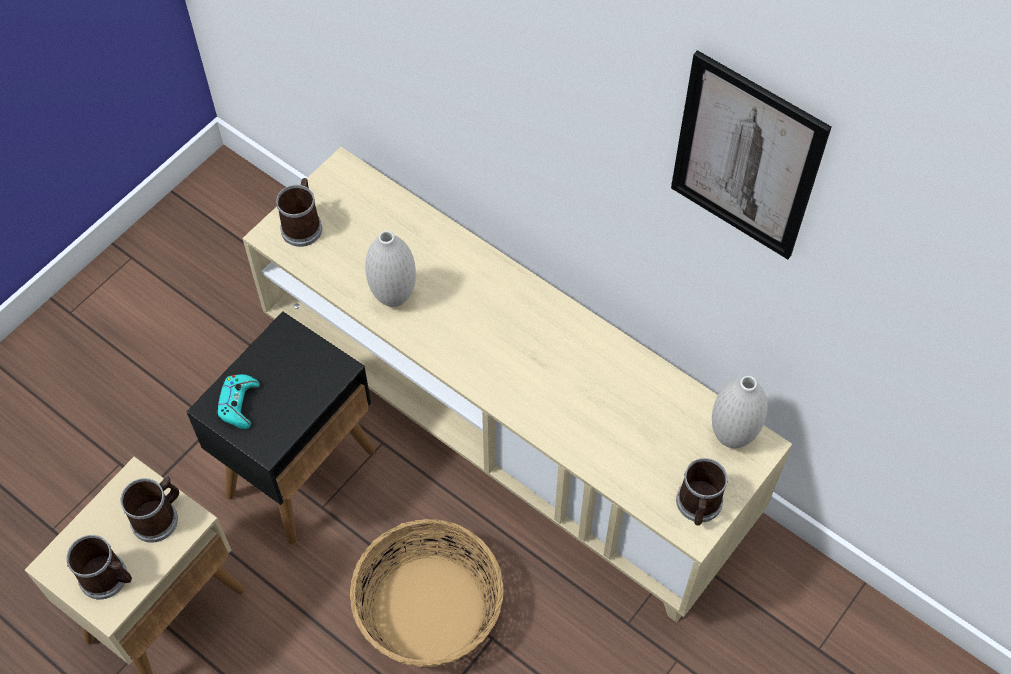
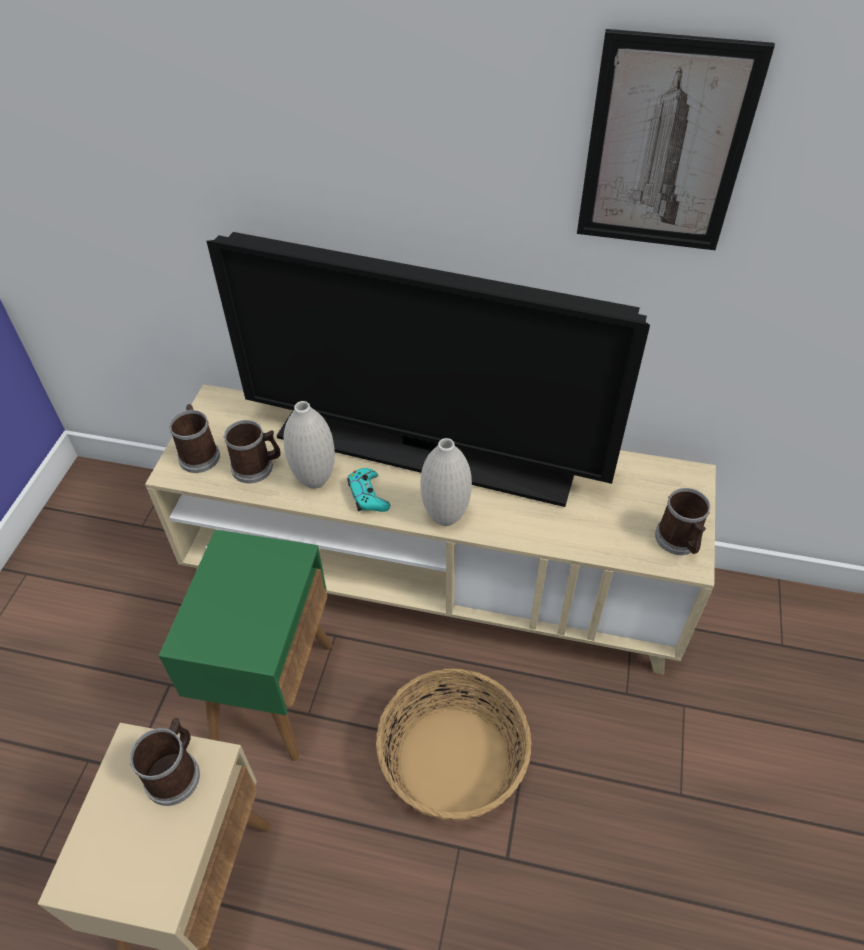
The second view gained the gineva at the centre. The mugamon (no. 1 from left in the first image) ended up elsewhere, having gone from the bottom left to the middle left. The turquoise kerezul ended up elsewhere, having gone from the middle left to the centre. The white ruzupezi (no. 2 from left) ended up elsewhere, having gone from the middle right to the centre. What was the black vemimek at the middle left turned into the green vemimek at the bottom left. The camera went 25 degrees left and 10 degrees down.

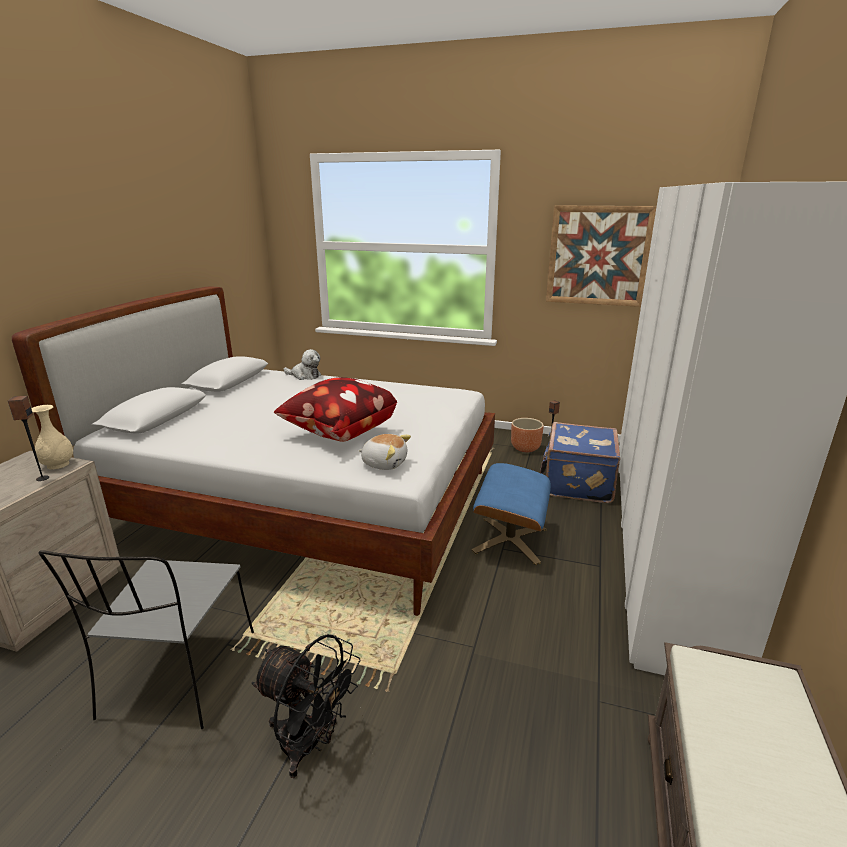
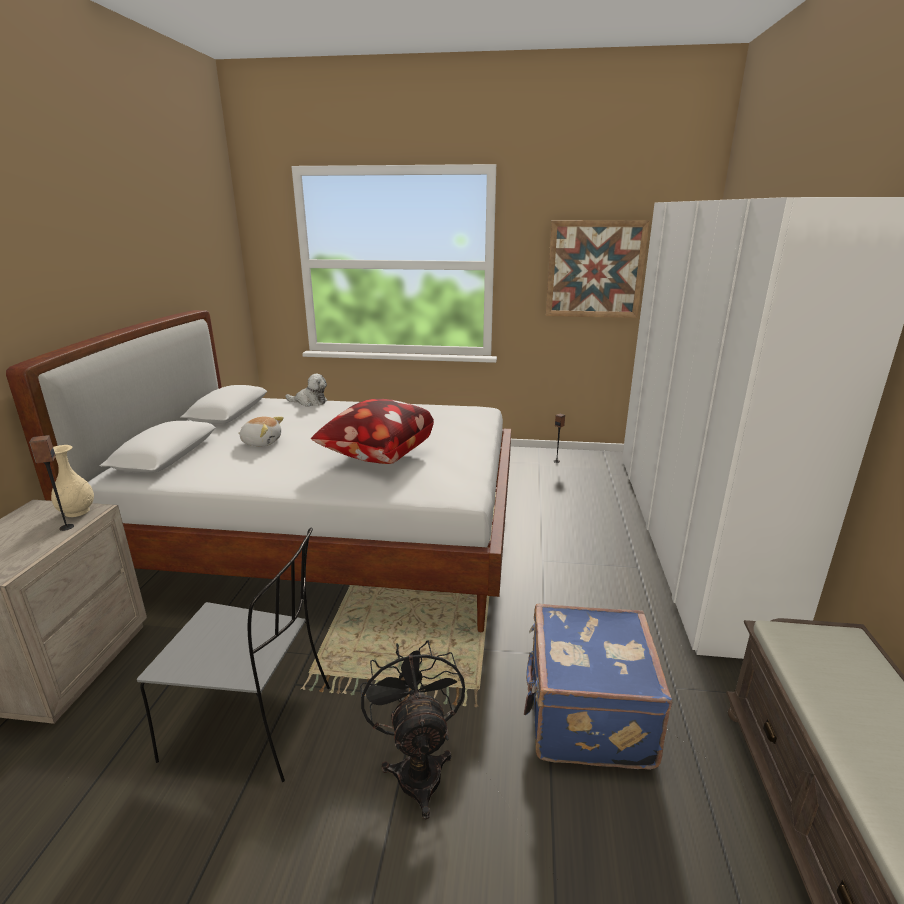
The second view lost the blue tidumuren at the centre. The second view lost the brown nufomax at the centre. The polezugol (no. 2 from left in the first image) ended up elsewhere, having gone from the centre to the middle left. The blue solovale ended up elsewhere, having gone from the middle right to the bottom centre. The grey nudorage at the bottom left ended up facing another way, 75 degrees counterclockwise from before. The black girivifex at the bottom centre ended up facing another way, 120 degrees counterclockwise from before. The camera went 10 degrees left and 0 degrees up.

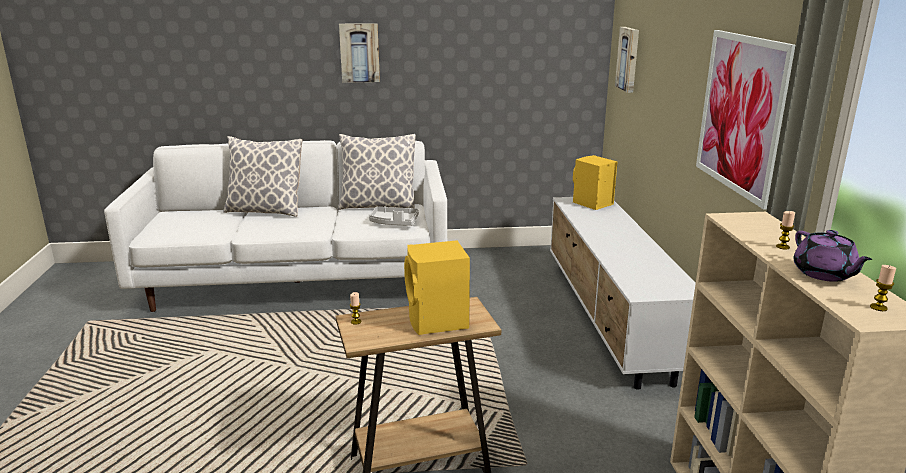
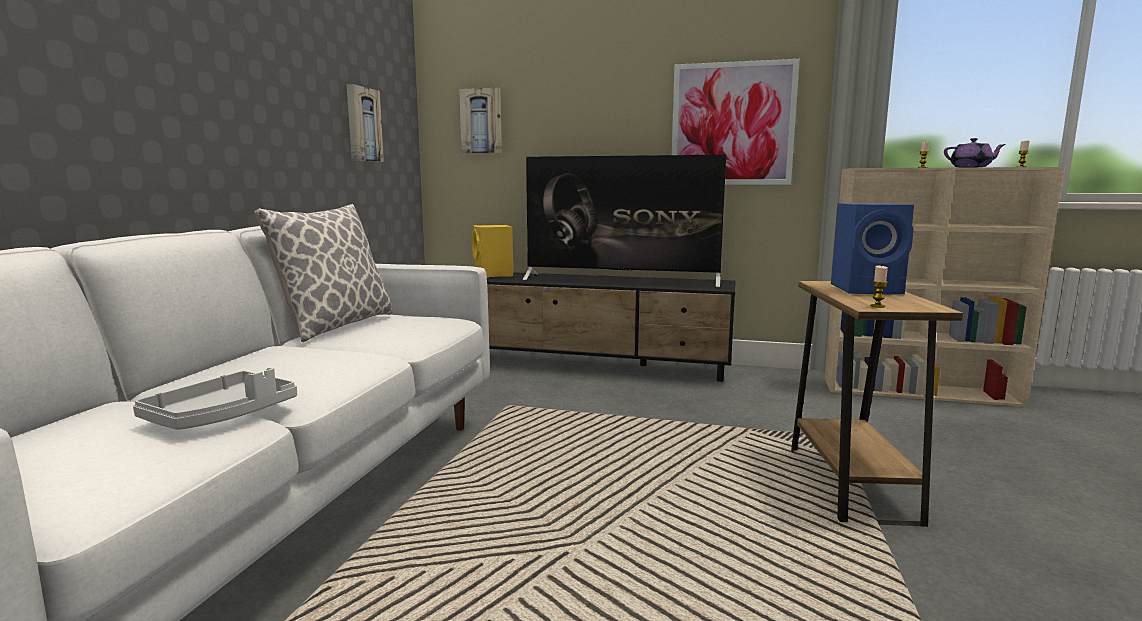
The second view lost the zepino (no. 1 from left) at the middle left. The second view gained the gineva at the centre. The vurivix (no. 1 from left) ended up elsewhere, having gone from the top centre to the top left. The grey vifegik ended up elsewhere, having gone from the centre to the middle left. What was the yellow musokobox (no. 1 from left) at the centre turned into the blue musokobox at the middle right. What was the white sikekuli at the middle right turned into the black sikekuli at the centre. The camera went 70 degrees left and 10 degrees down.

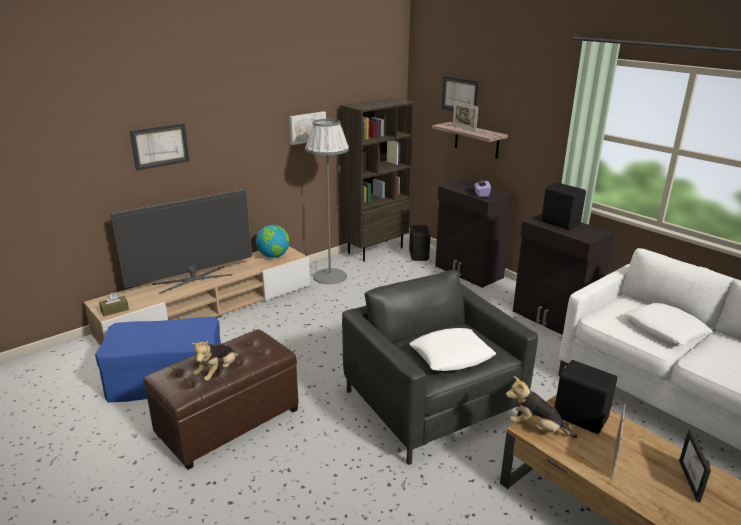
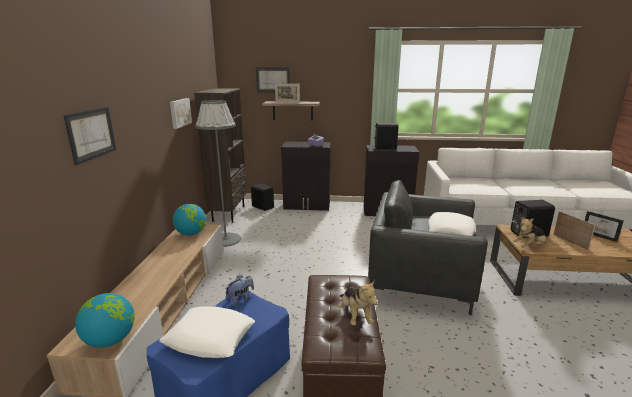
The second view lost the gineva at the middle left. The second view gained the polezugol (no. 1 from left) at the bottom centre. The white zepino (no. 2 from left in the first image) ended up elsewhere, having gone from the middle right to the bottom left. Where the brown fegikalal stood at the middle left, the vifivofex (no. 1 from left) came to stand at the bottom left. The camera went 45 degrees left and 5 degrees down.

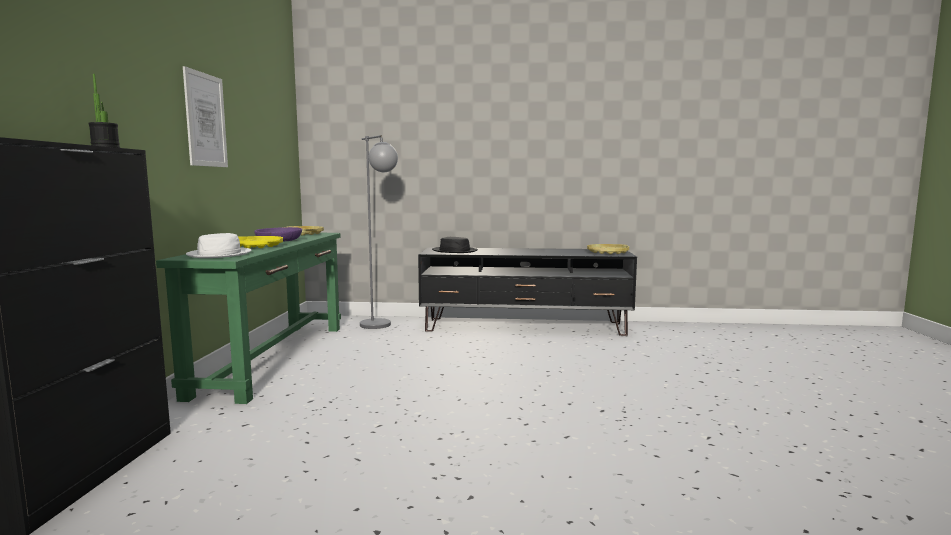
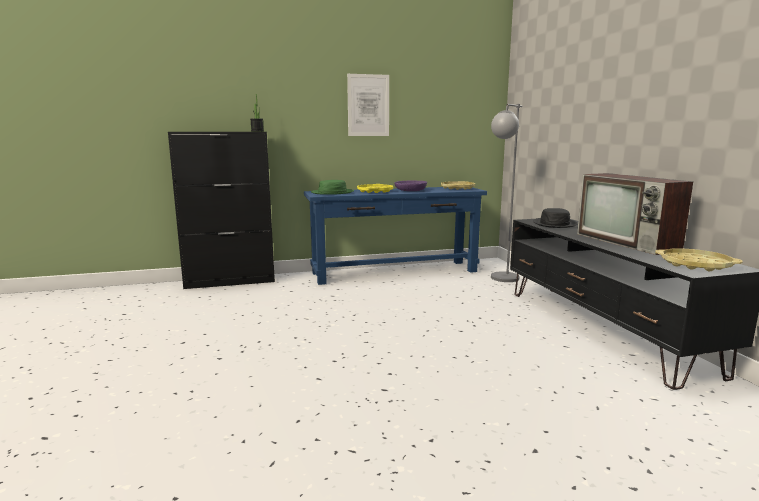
The second view gained the gineva at the middle right. What was the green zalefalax at the middle left turned into the blue zalefalax at the centre. What was the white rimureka at the middle left turned into the green rimureka at the centre. The camera went 70 degrees right and 5 degrees up.

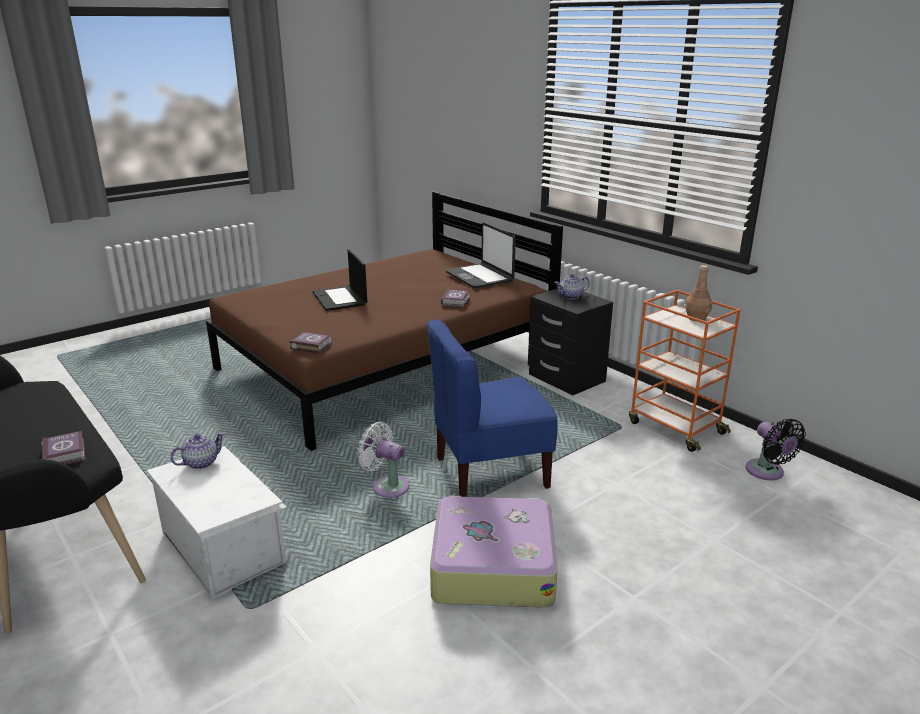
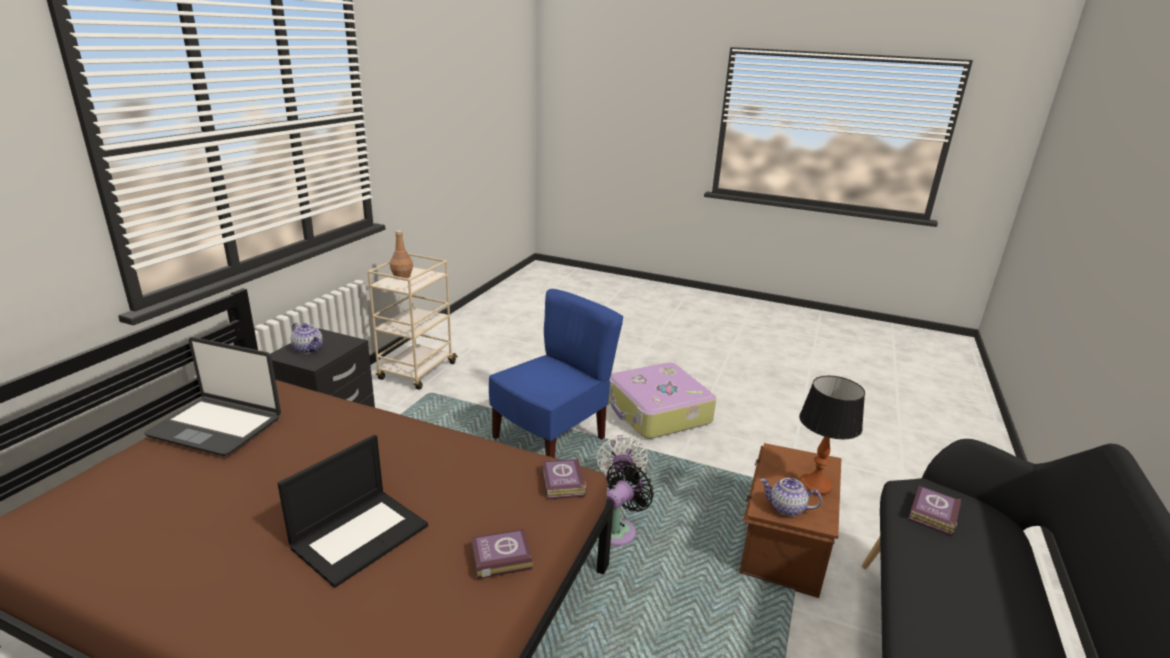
The second view gained the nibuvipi at the middle right. The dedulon (no. 3 from left in the first image) ended up elsewhere, having gone from the centre to the bottom centre. The black girivifex ended up elsewhere, having gone from the middle right to the bottom centre. What was the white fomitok at the bottom left turned into the brown fomitok at the bottom right. What was the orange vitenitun at the middle right turned into the beige vitenitun at the centre. The blue nudorage at the centre ended up facing another way, 90 degrees counterclockwise from before. The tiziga (no. 2 from left in the first image) at the centre ended up facing another way, 75 degrees clockwise from before. The camera went 120 degrees left and 0 degrees up.

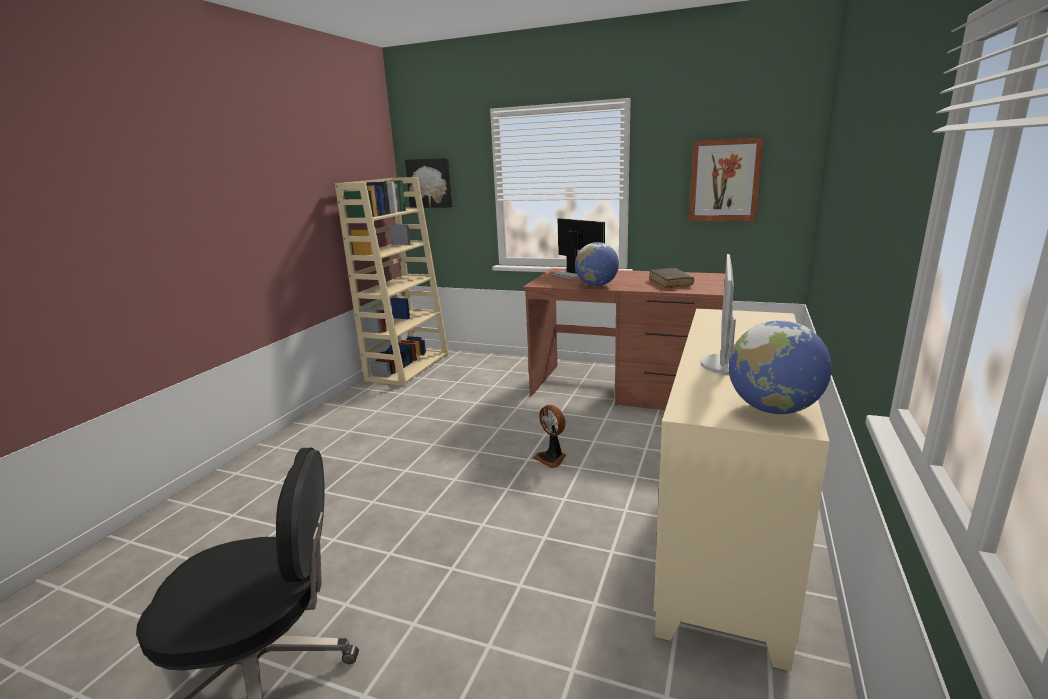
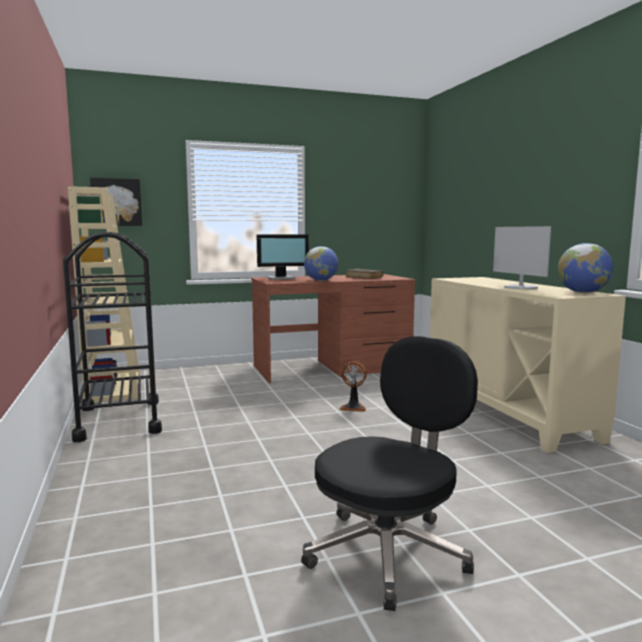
The second view lost the vurivix (no. 2 from left) at the top right. The second view gained the black vitenitun at the middle left. The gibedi (no. 1 from left) at the centre ended up facing another way, 150 degrees clockwise from before. The camera went 40 degrees left and 10 degrees down.

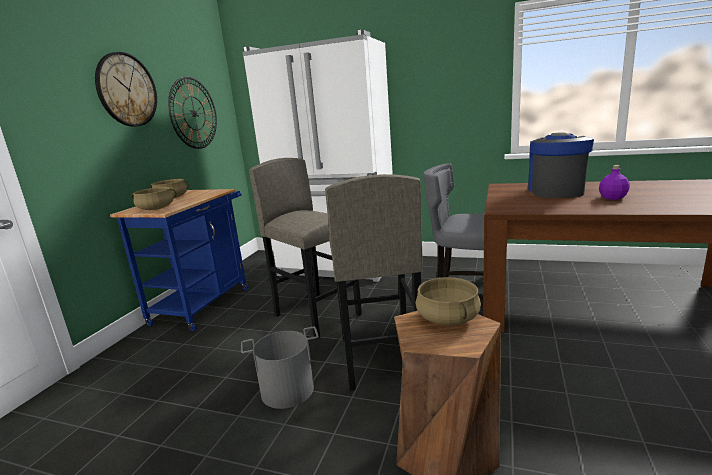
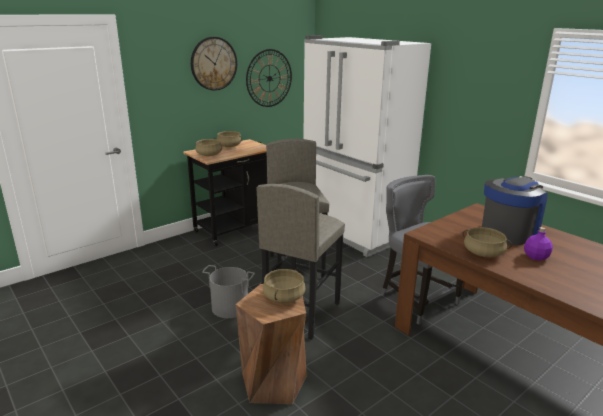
The second view gained the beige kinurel (no. 4 from left) at the middle right. What was the blue vitenitun at the middle left turned into the black vitenitun at the centre. The camera went 30 degrees right and 5 degrees up.

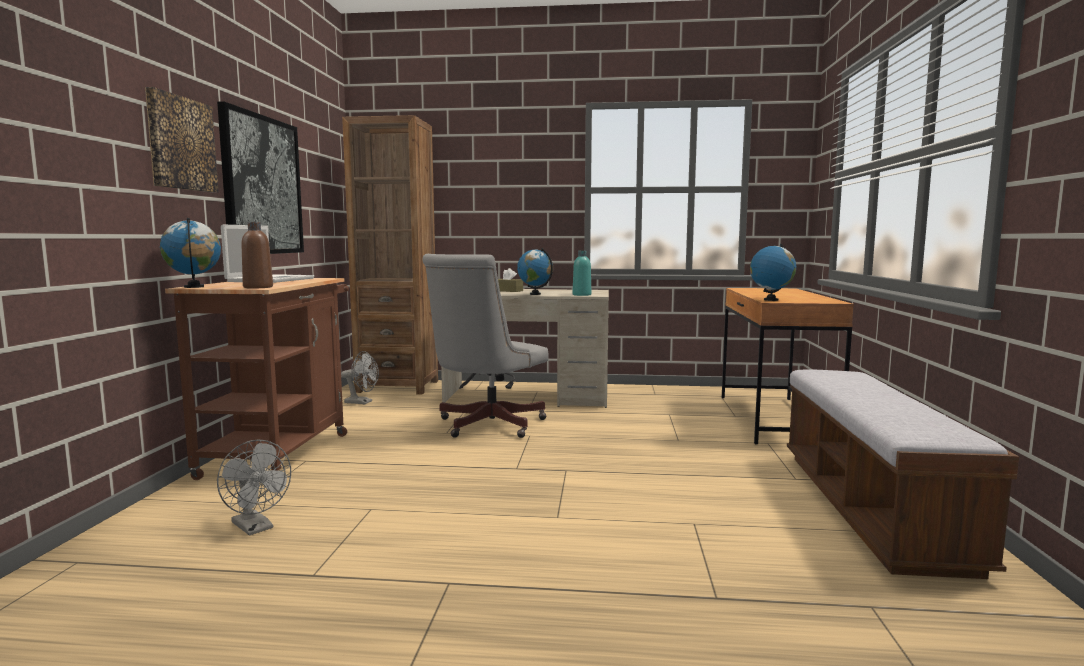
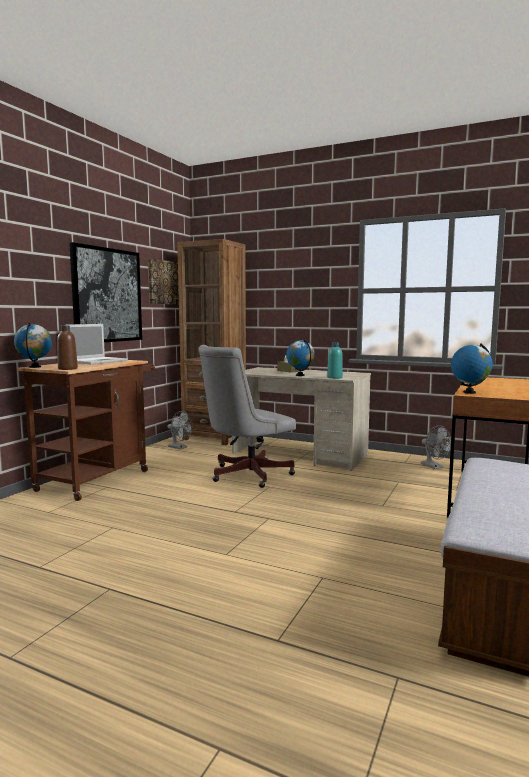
The vurivix (no. 1 from left in the first image) ended up elsewhere, having gone from the top left to the middle left. The grey girivifex (no. 1 from left in the first image) ended up elsewhere, having gone from the bottom left to the middle right. The camera went 20 degrees right and 0 degrees up.

